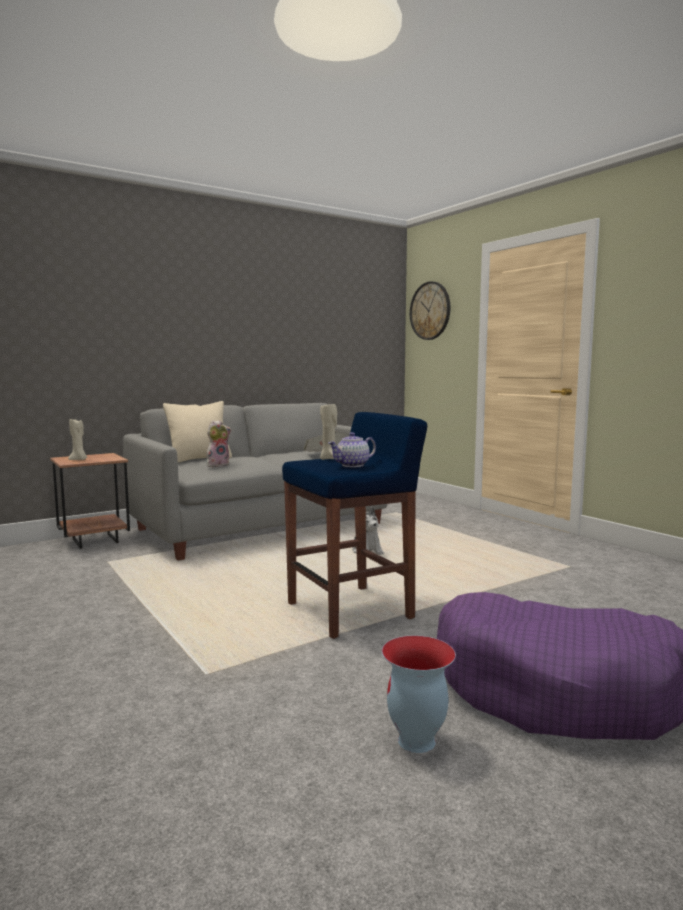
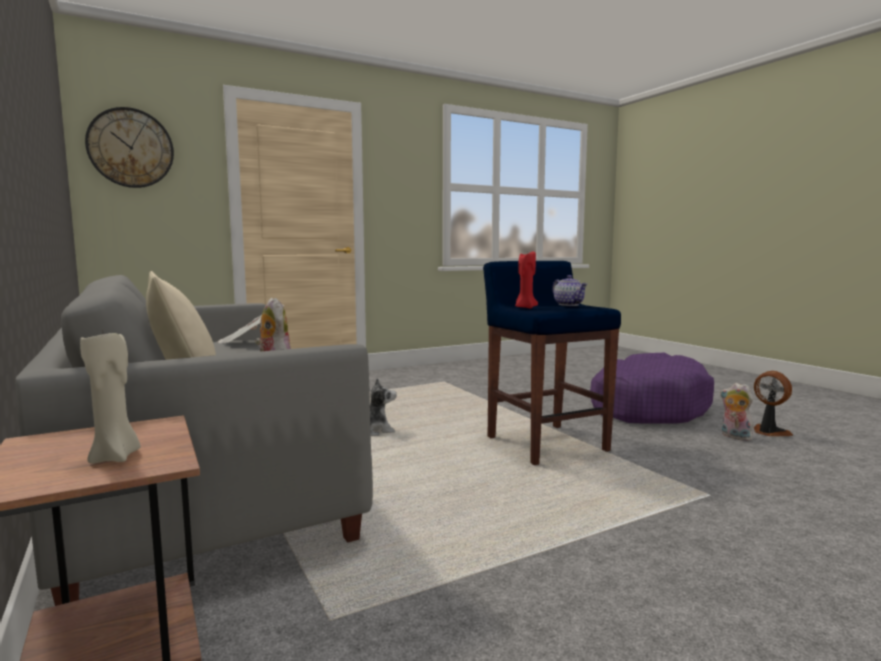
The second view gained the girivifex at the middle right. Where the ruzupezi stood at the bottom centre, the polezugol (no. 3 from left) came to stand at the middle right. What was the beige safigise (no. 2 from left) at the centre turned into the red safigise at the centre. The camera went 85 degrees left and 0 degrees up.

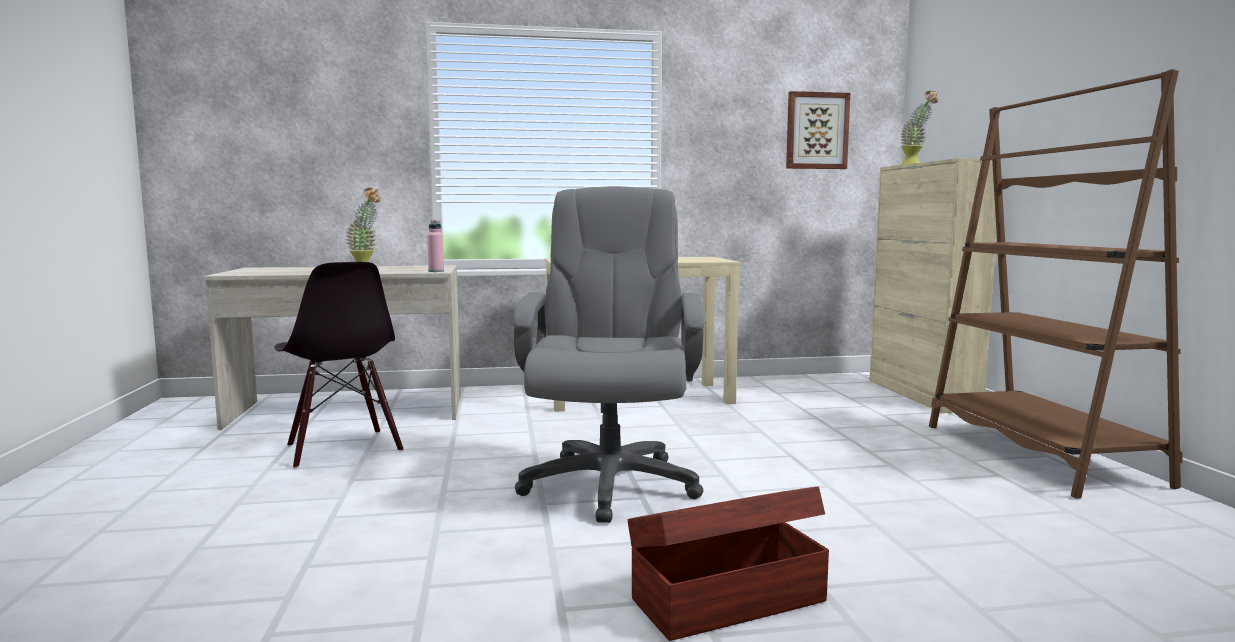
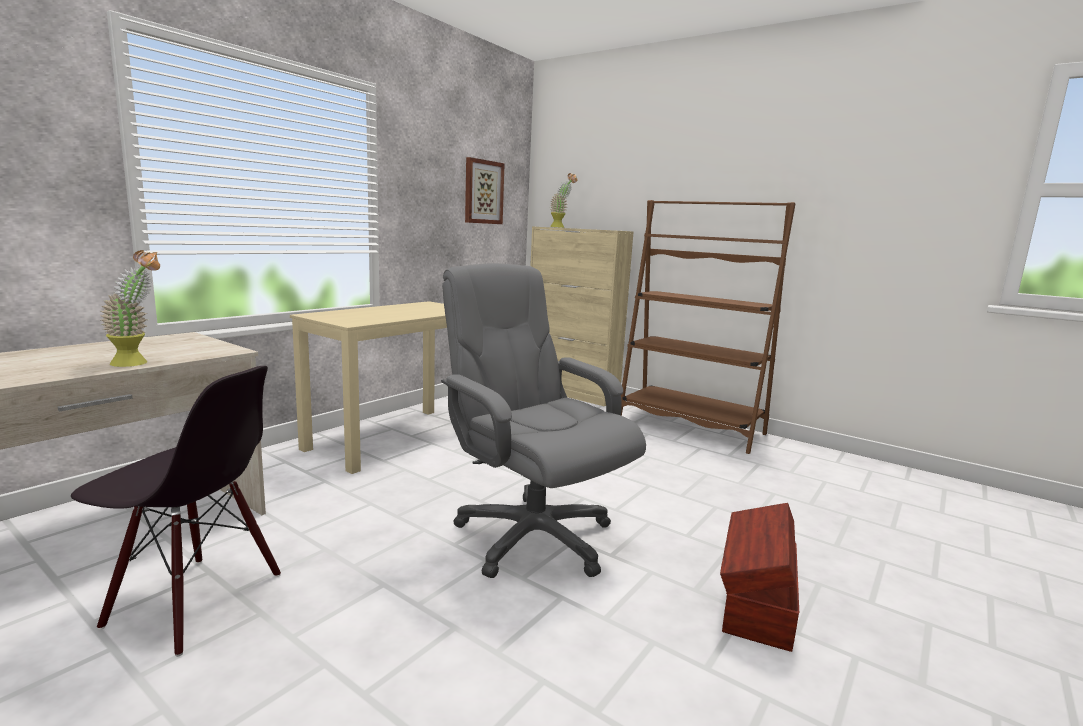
The second view lost the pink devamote at the centre. The camera went 45 degrees left and 5 degrees up.

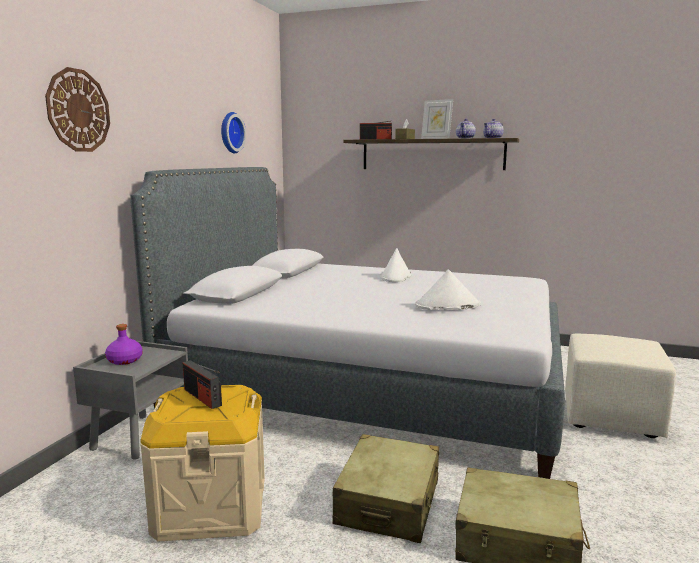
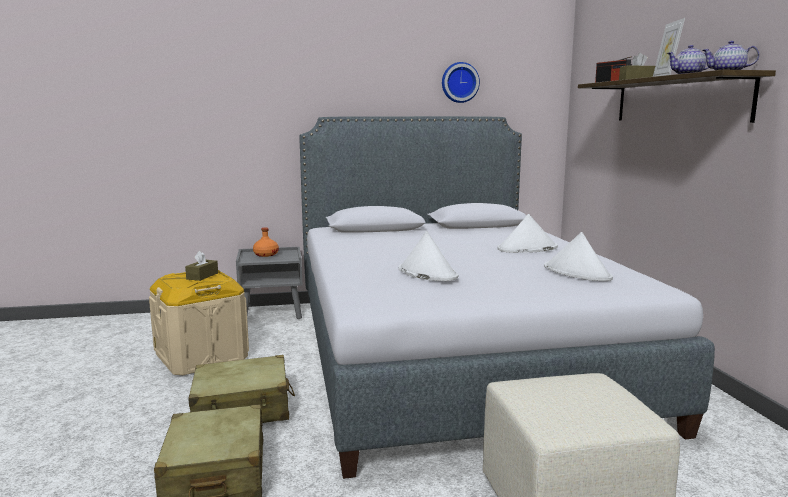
The second view lost the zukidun (no. 1 from left) at the top left. The second view gained the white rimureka (no. 3 from left) at the middle right. Where the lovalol (no. 1 from left) stood at the bottom left, the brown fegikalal (no. 1 from left) came to stand at the middle left. What was the purple devamote at the middle left turned into the orange devamote at the centre. The camera went 60 degrees right and 0 degrees up.

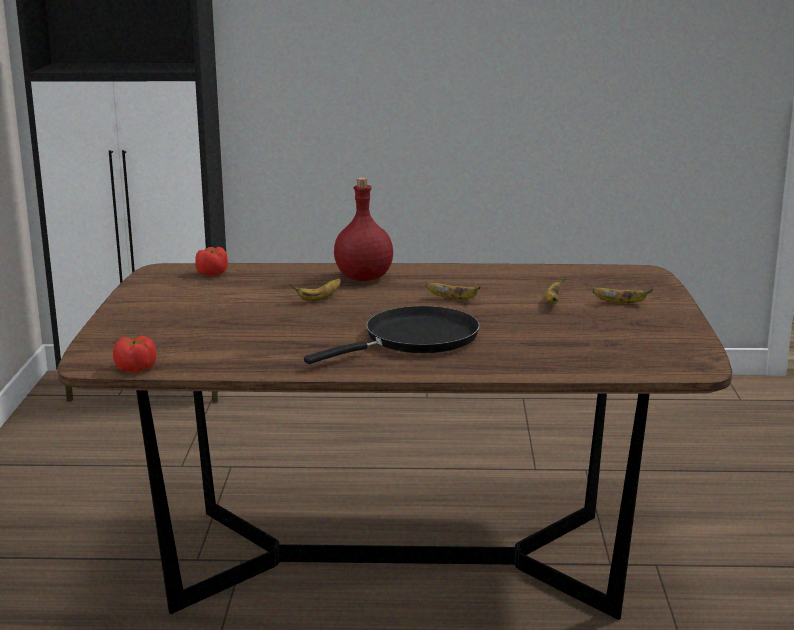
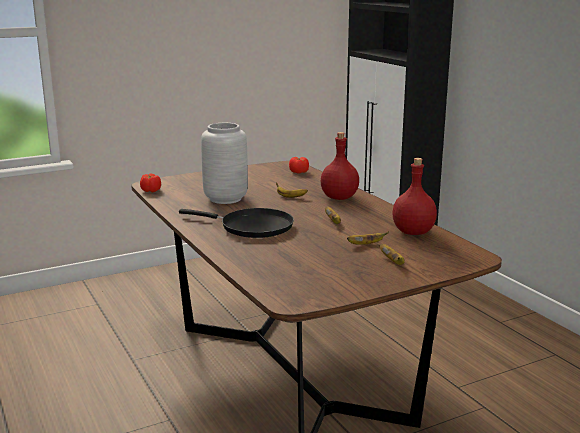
The second view gained the grey ruzupezi at the centre. The second view gained the red devamote (no. 2 from left) at the middle right. The camera went 60 degrees right and 0 degrees up.

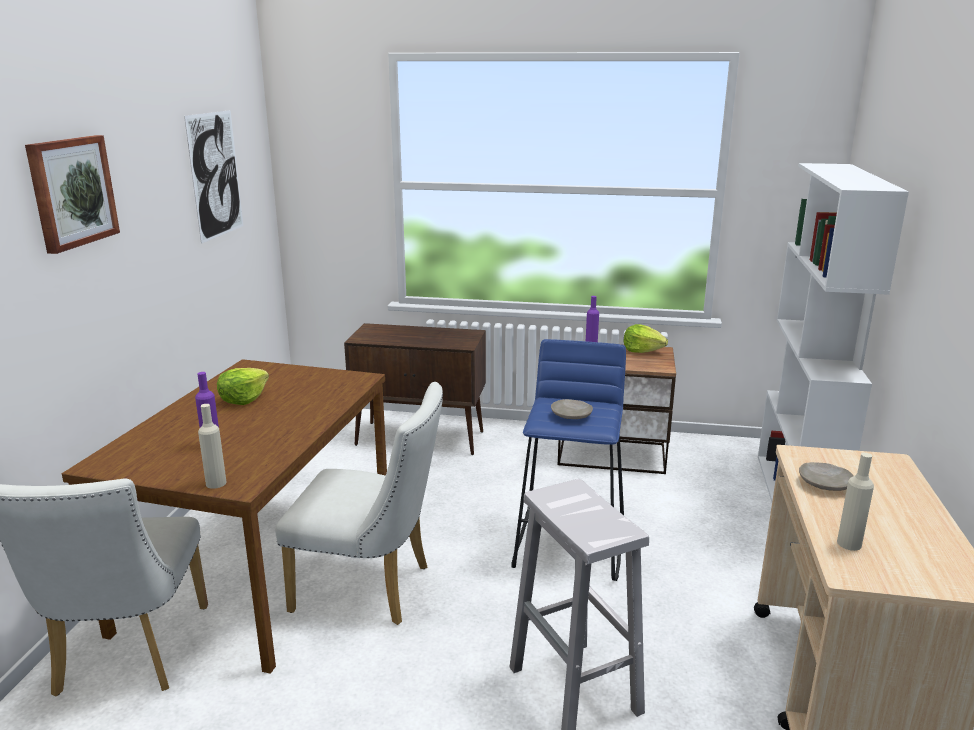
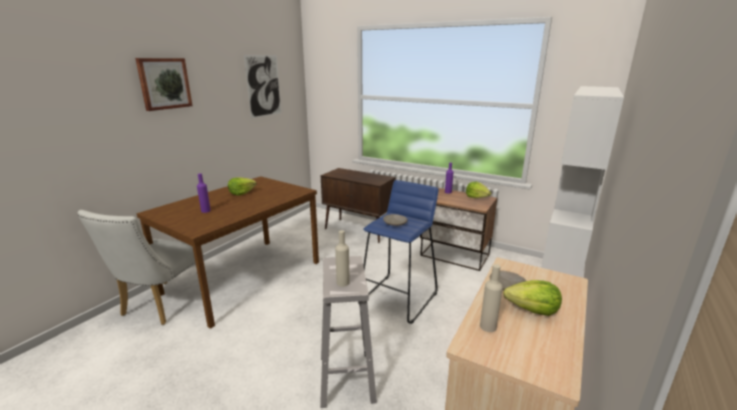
The second view lost the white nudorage (no. 2 from left) at the bottom centre. The second view gained the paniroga (no. 3 from left) at the bottom right. The beige devamote (no. 1 from left) ended up elsewhere, having gone from the middle left to the centre. The camera went 20 degrees right and 0 degrees up.

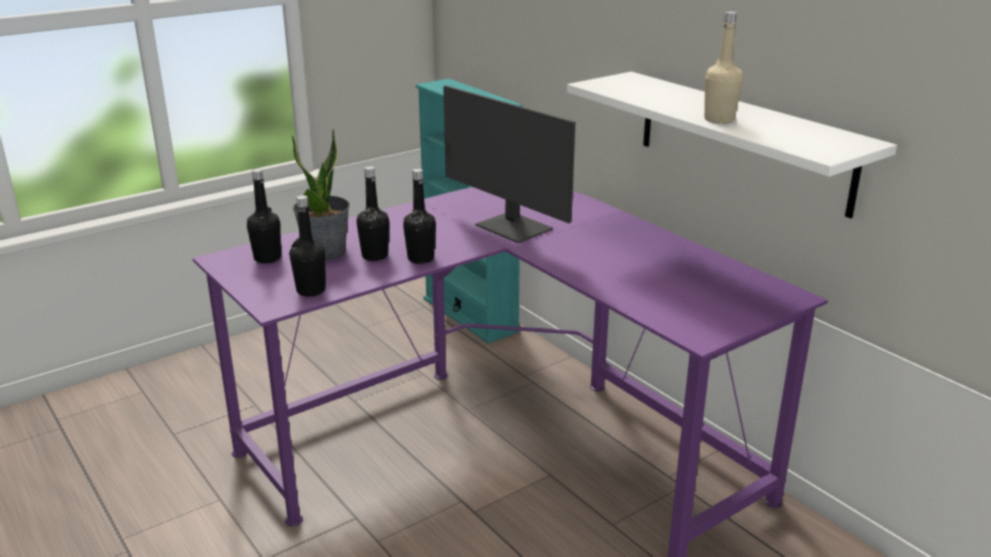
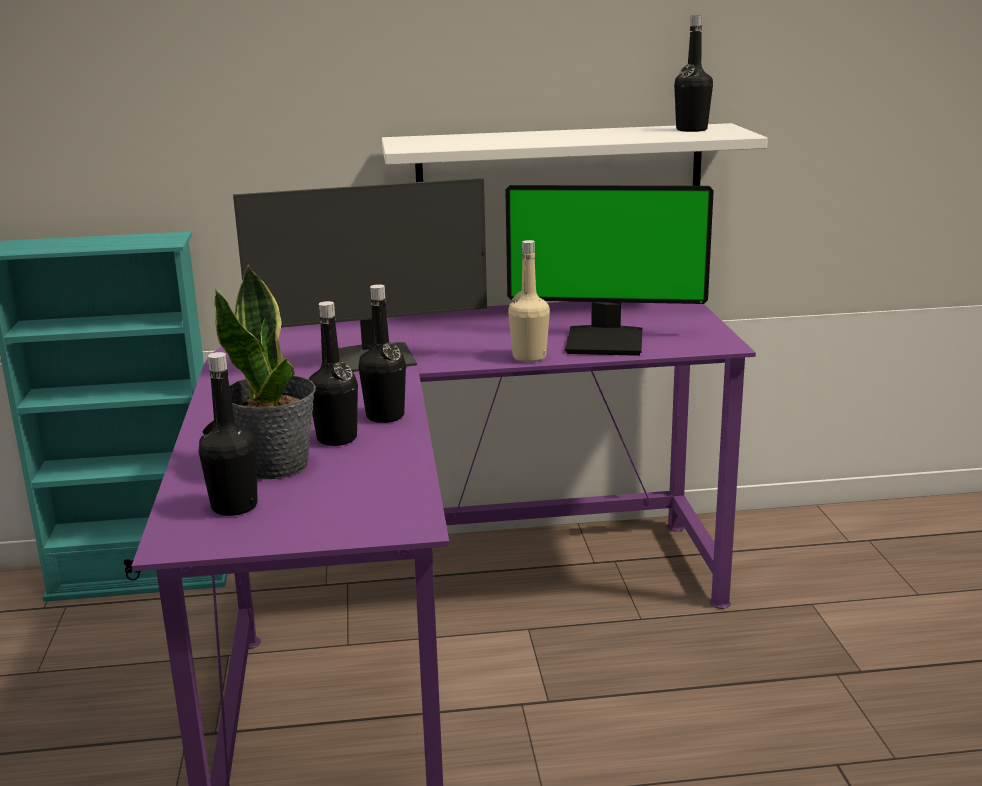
The second view gained the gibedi (no. 2 from left) at the centre. The black devamote (no. 2 from left in the first image) ended up elsewhere, having gone from the middle left to the top right. The beige devamote ended up elsewhere, having gone from the top right to the centre. The camera went 60 degrees left and 5 degrees down.

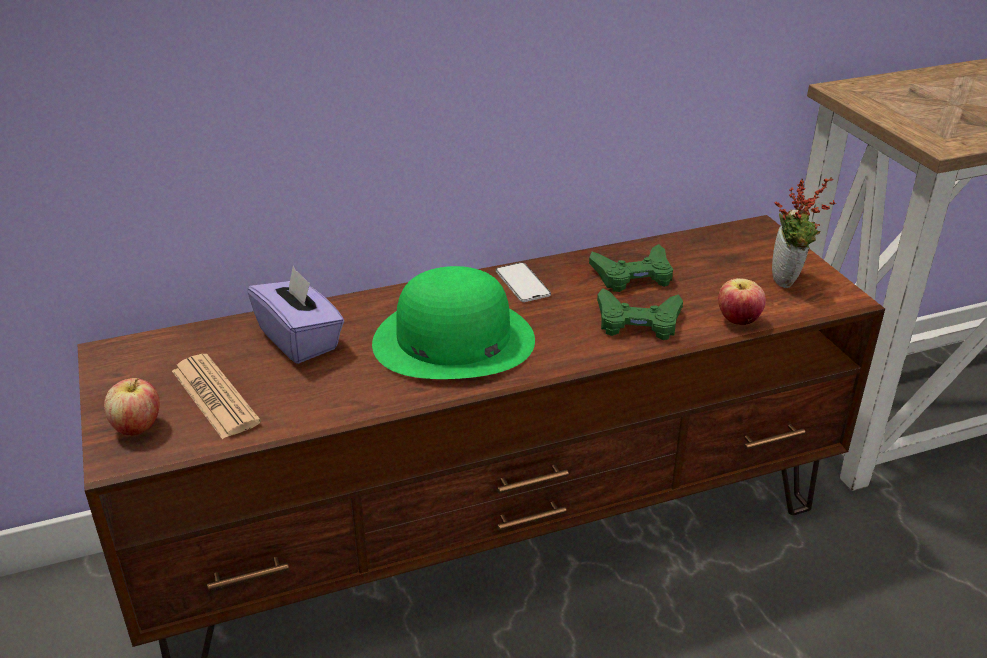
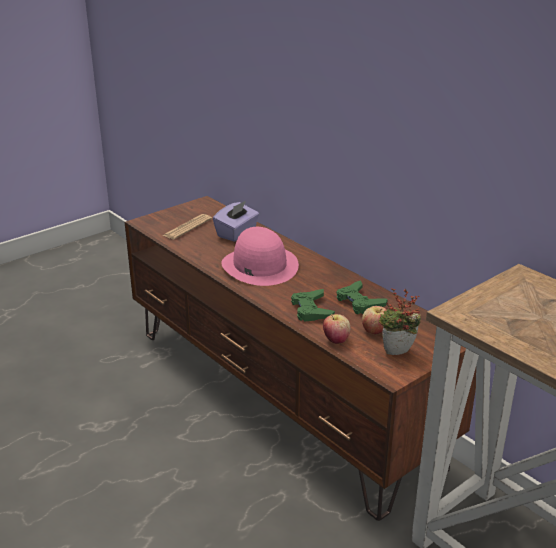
The second view lost the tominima at the centre. The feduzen (no. 1 from left in the first image) ended up elsewhere, having gone from the middle left to the middle right. What was the green rimureka at the centre turned into the pink rimureka at the centre. The camera went 70 degrees right and 5 degrees down.

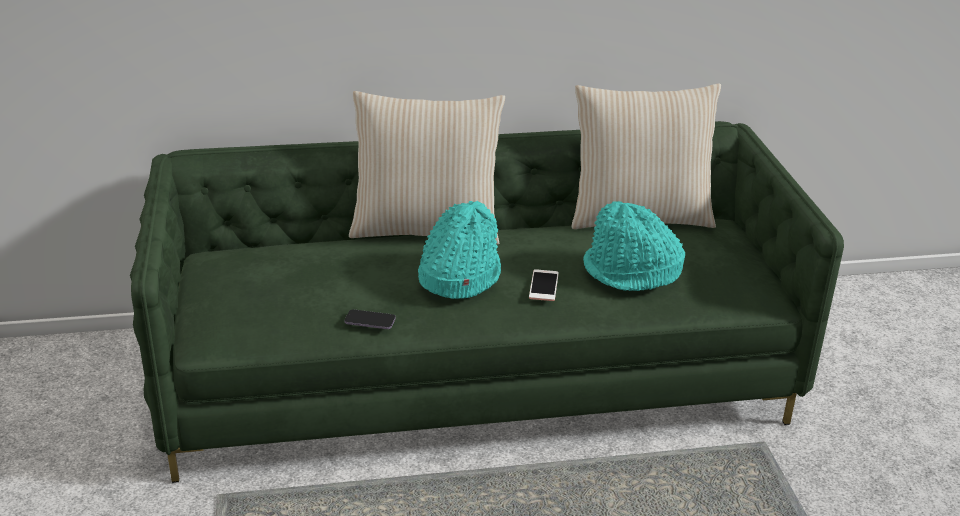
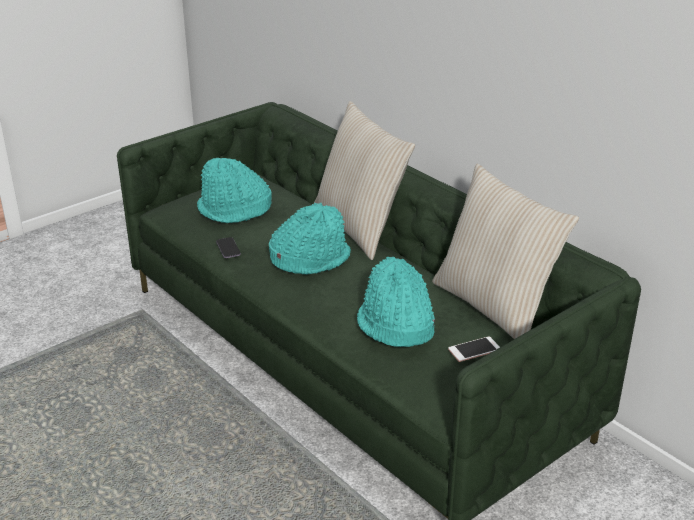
The second view gained the turquoise rimureka (no. 1 from left) at the centre. The tominima (no. 2 from left) ended up elsewhere, having gone from the centre to the bottom right. The camera went 60 degrees right and 0 degrees up.

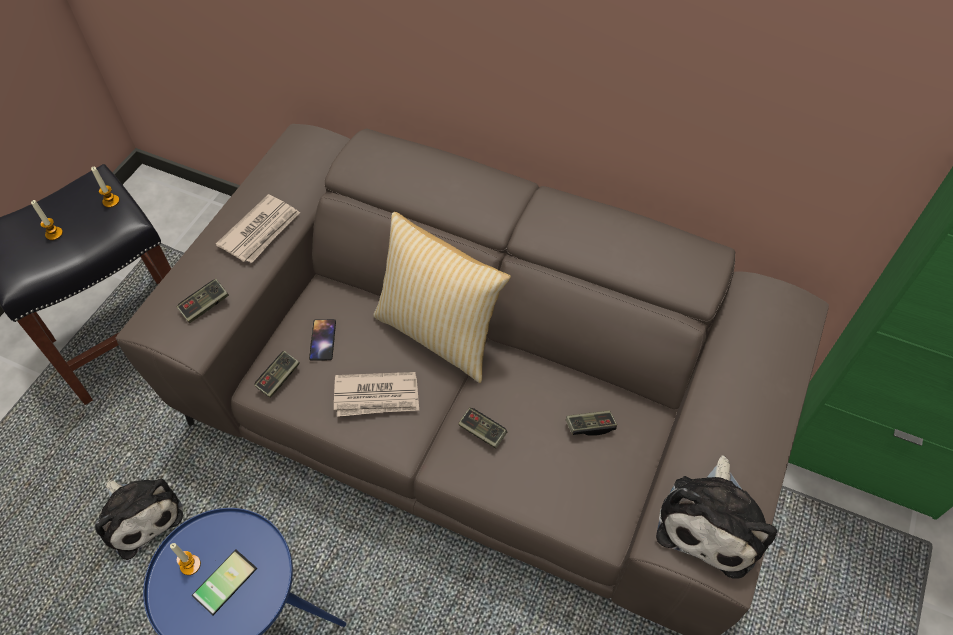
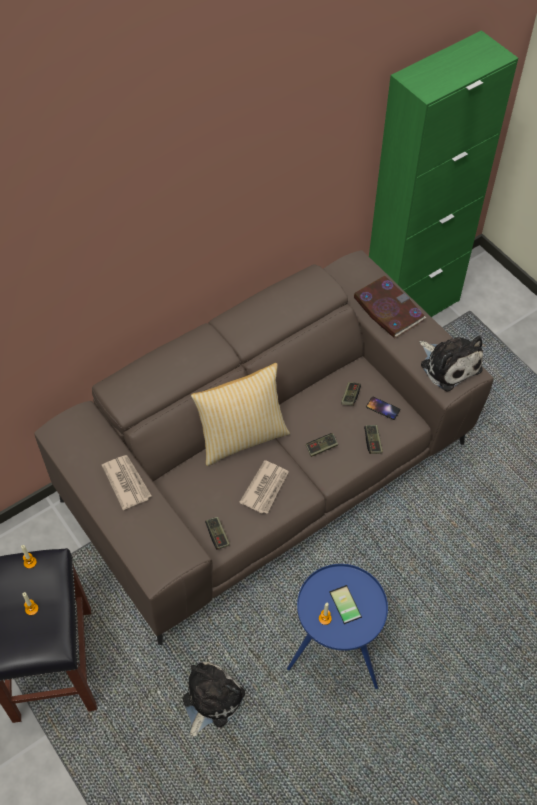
The second view gained the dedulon at the middle right. The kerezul (no. 1 from left in the first image) ended up elsewhere, having gone from the middle left to the middle right. The tominima (no. 2 from left) ended up elsewhere, having gone from the centre to the middle right. The polezugol (no. 1 from left) at the bottom left ended up facing another way, 45 degrees counterclockwise from before. The camera went 60 degrees left and 0 degrees up.

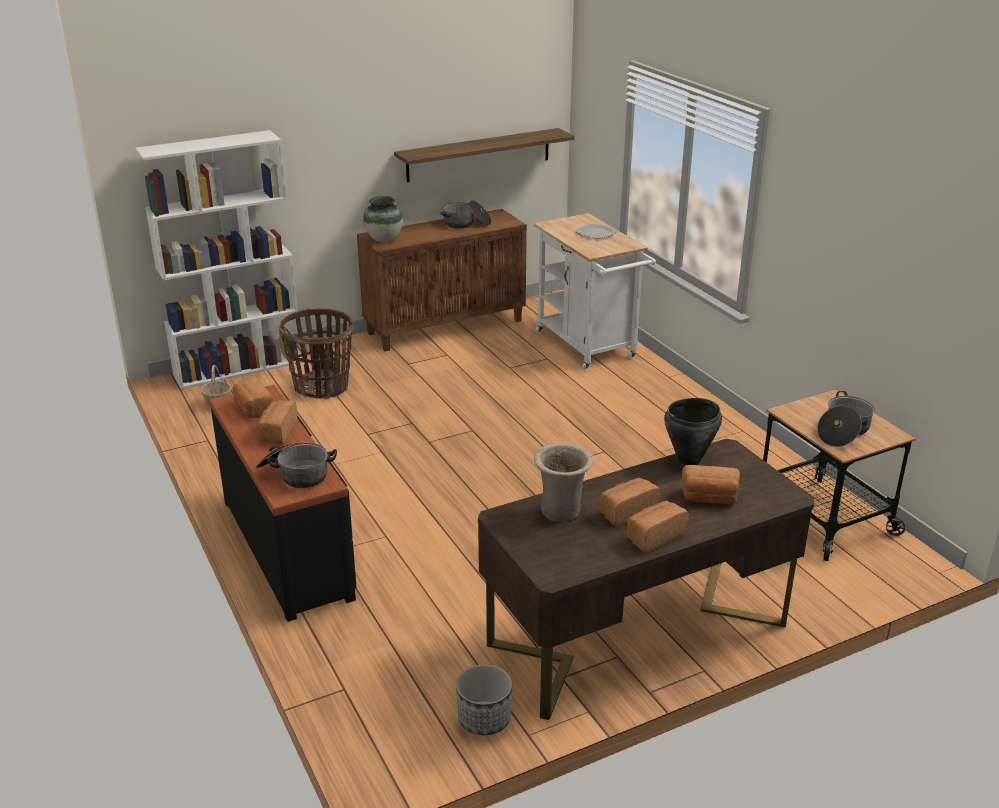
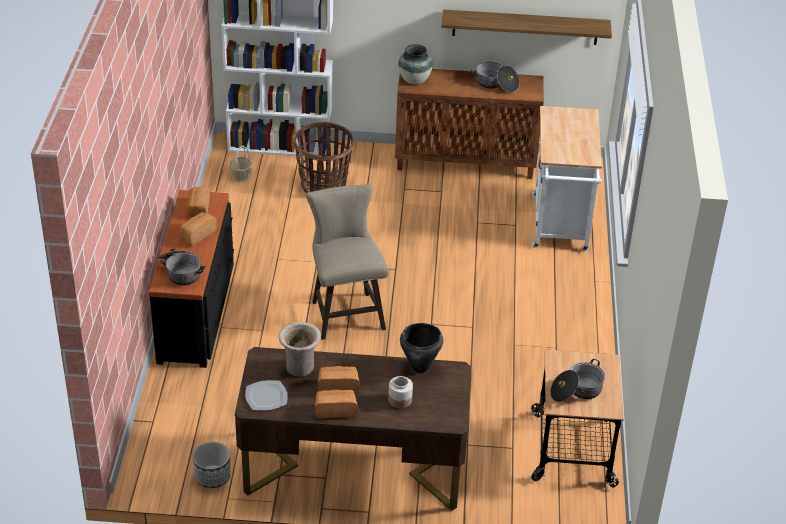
The second view gained the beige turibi at the centre. The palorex ended up elsewhere, having gone from the top centre to the bottom centre. Where the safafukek (no. 5 from left) stood at the middle right, the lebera came to stand at the bottom centre. The camera went 30 degrees right and 10 degrees up.

